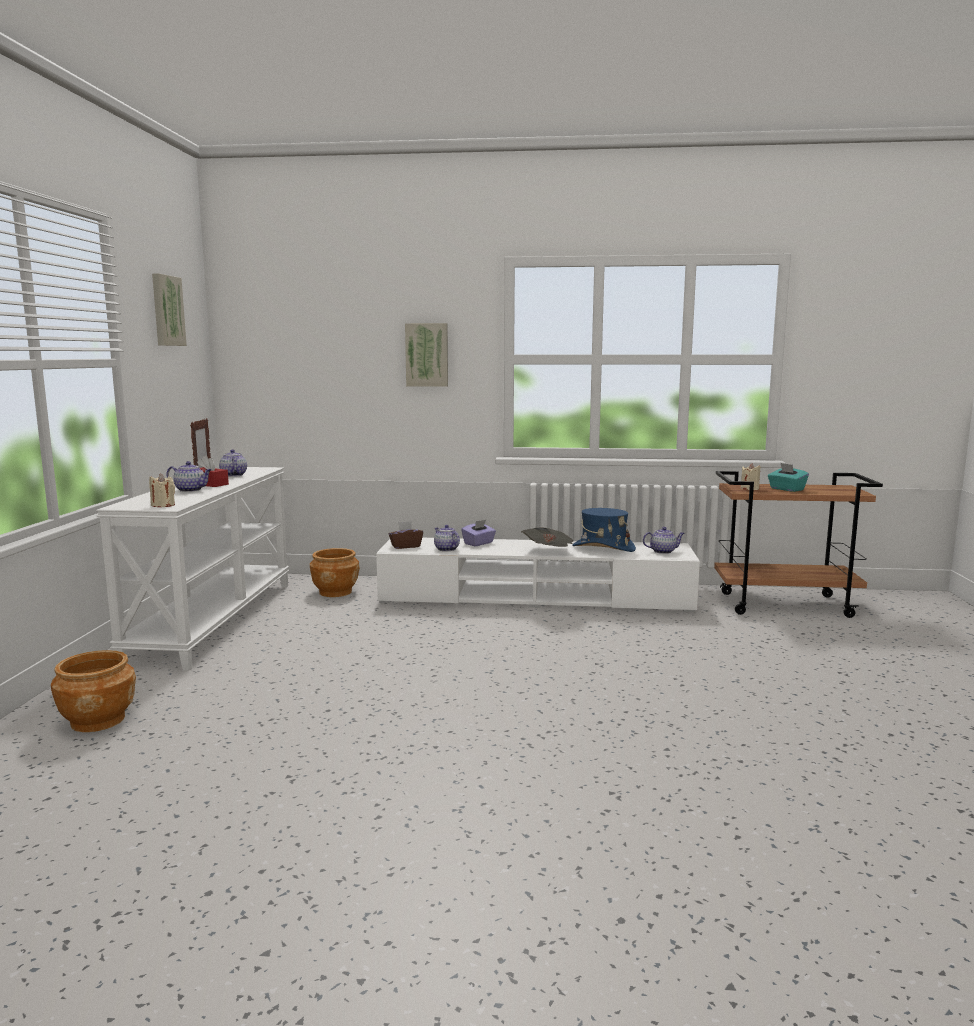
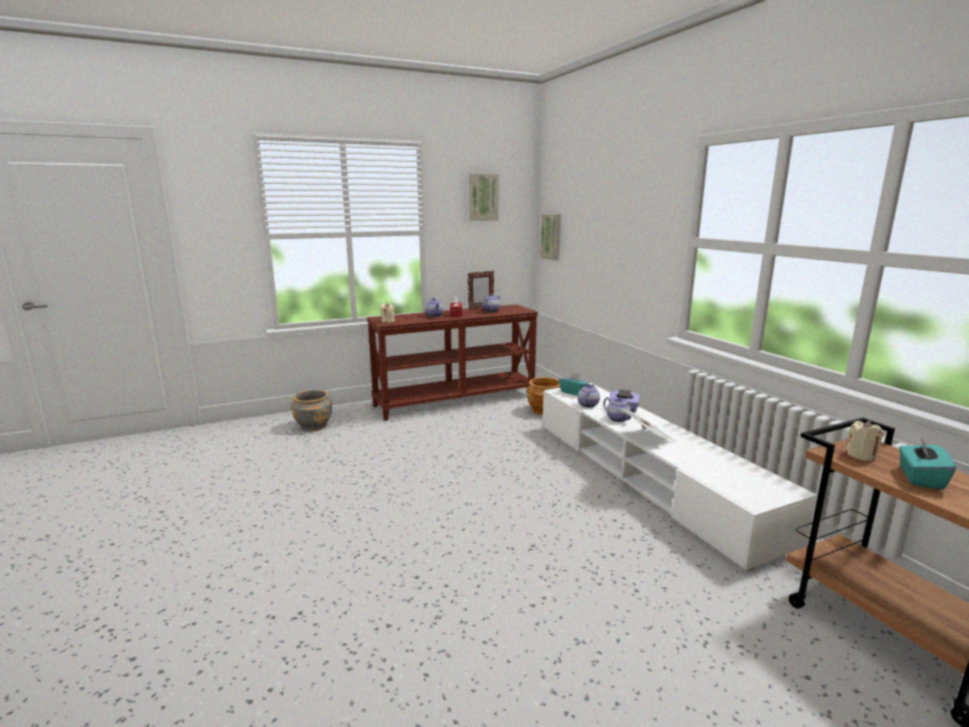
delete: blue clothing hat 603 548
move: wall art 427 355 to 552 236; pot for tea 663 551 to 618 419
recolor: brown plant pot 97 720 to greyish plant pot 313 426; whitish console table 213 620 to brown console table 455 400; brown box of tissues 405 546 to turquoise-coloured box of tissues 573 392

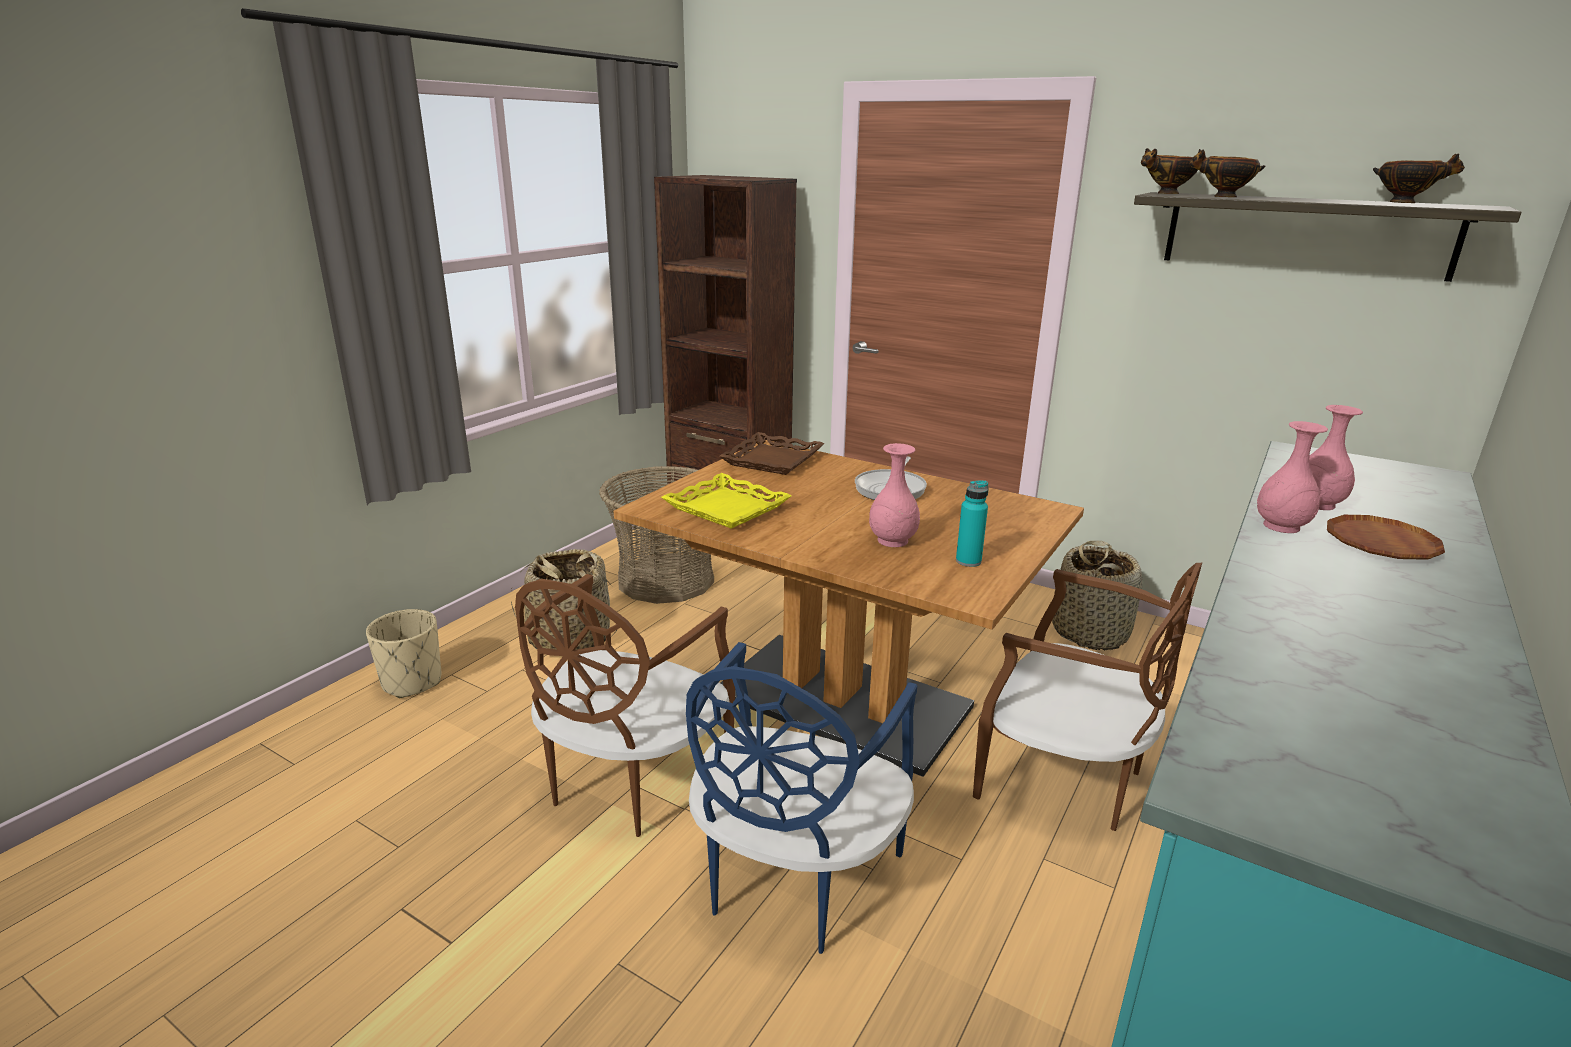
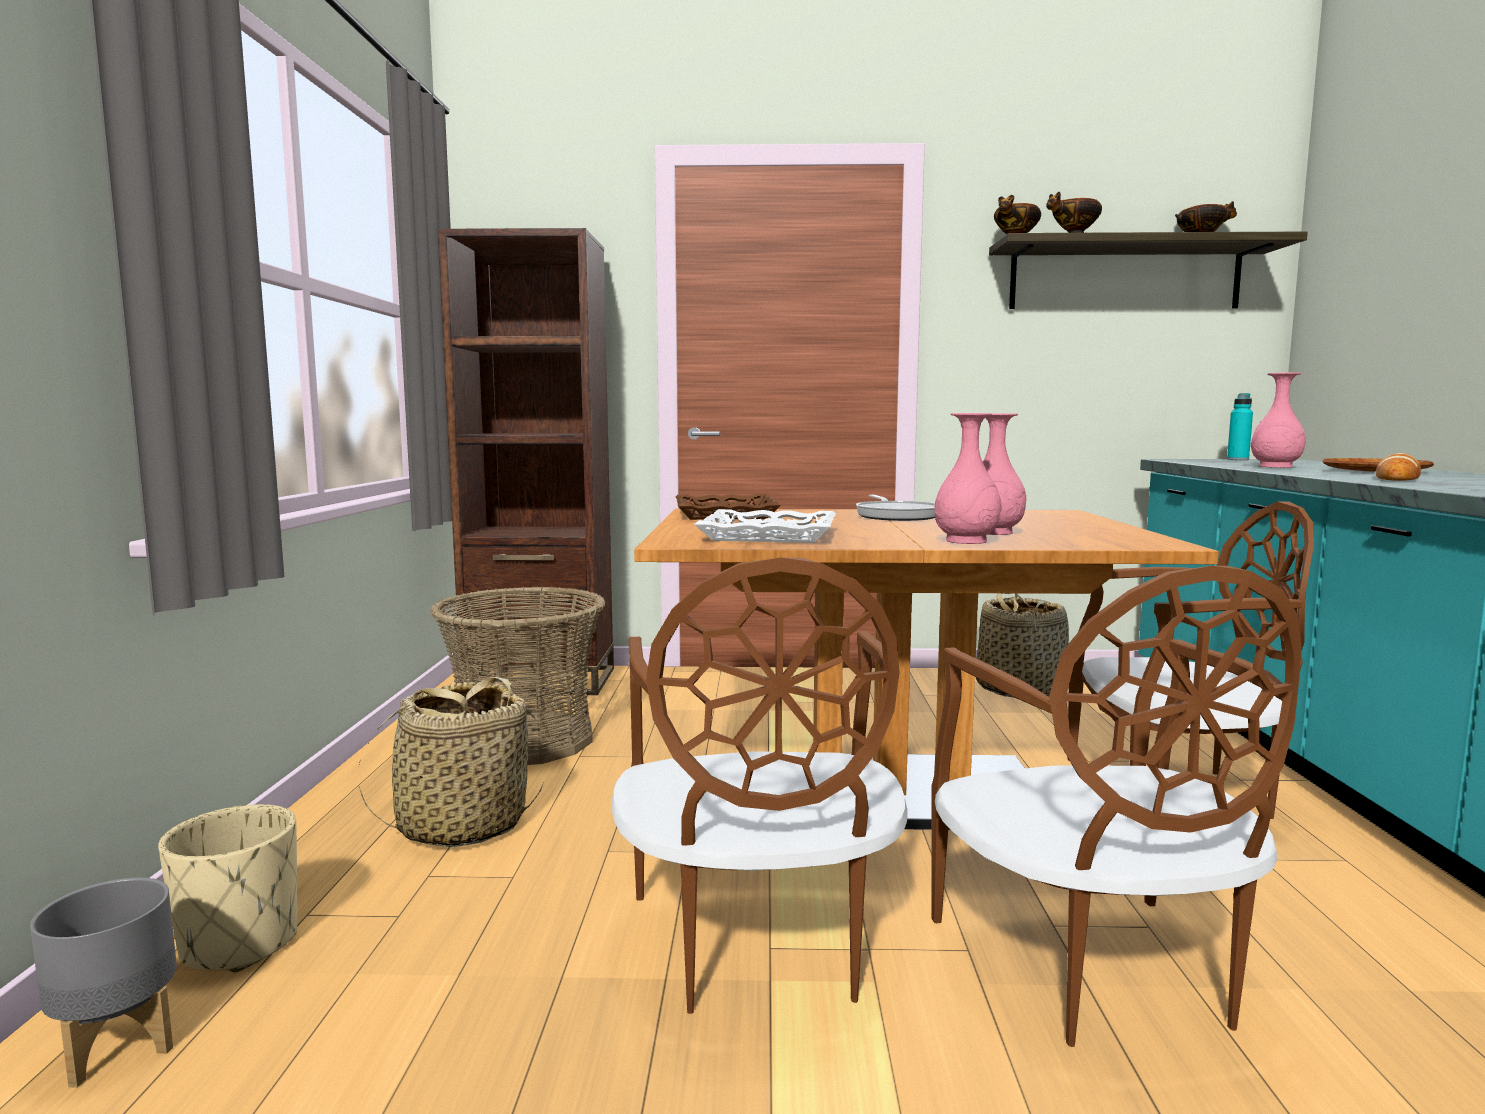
insert: greyish plant pot 120 1046; bakery bread 1397 478
move: pinkish flower vase 1281 527 to 967 541; turquoise-coloured beverage bottle 968 561 to 1237 459
recolor: yellowish tray 726 508 to whitish tray 768 535; blue plain chair 793 879 to brown plain chair 1093 969

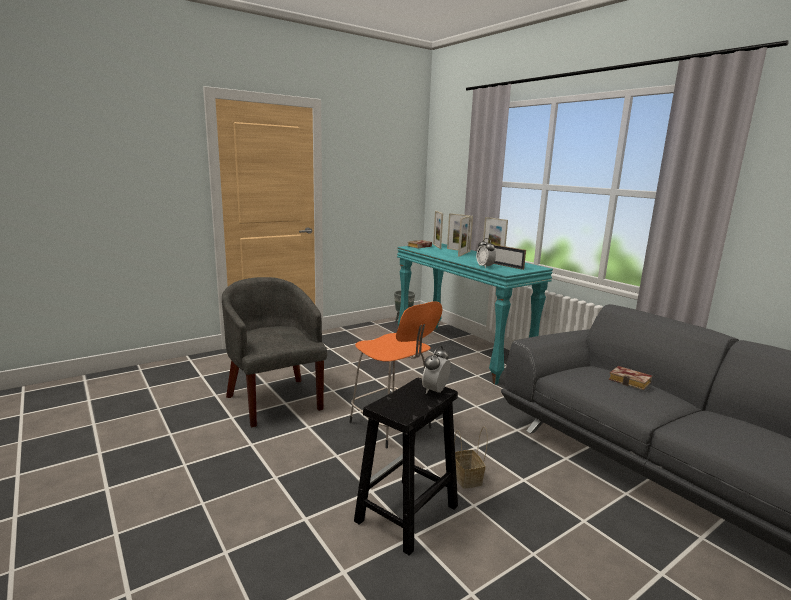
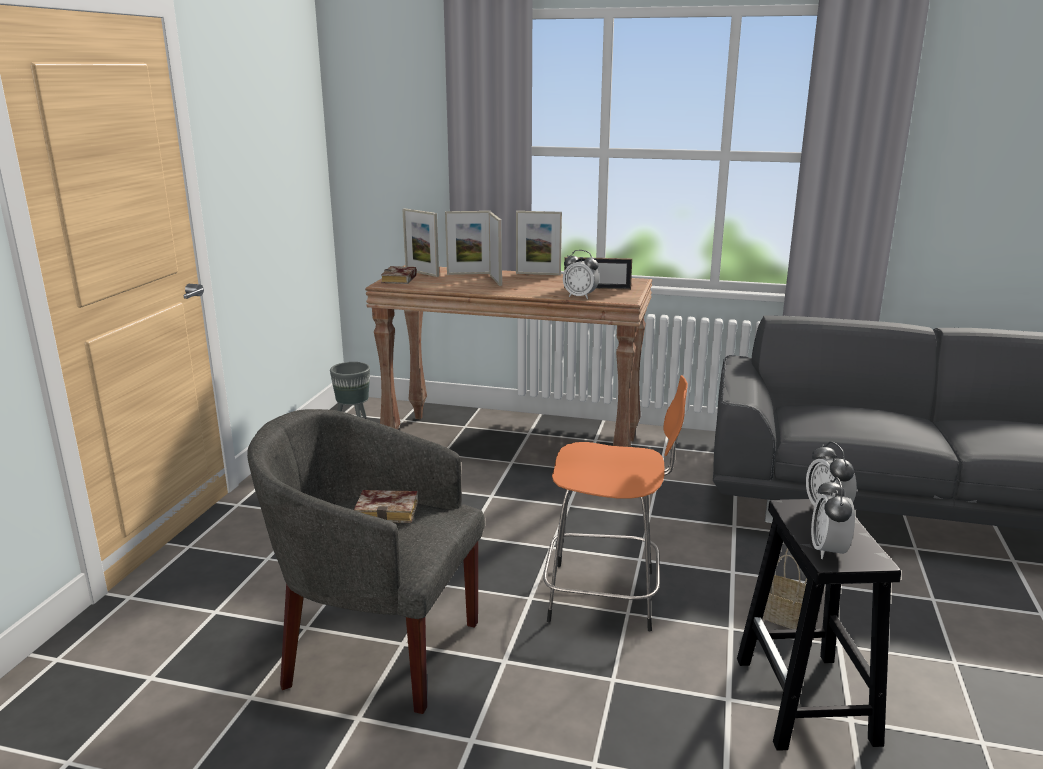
insert: alarm clock 828 551
move: volume 631 381 to 389 511
recolor: turquoise-coloured console table 462 353 to brown console table 513 443

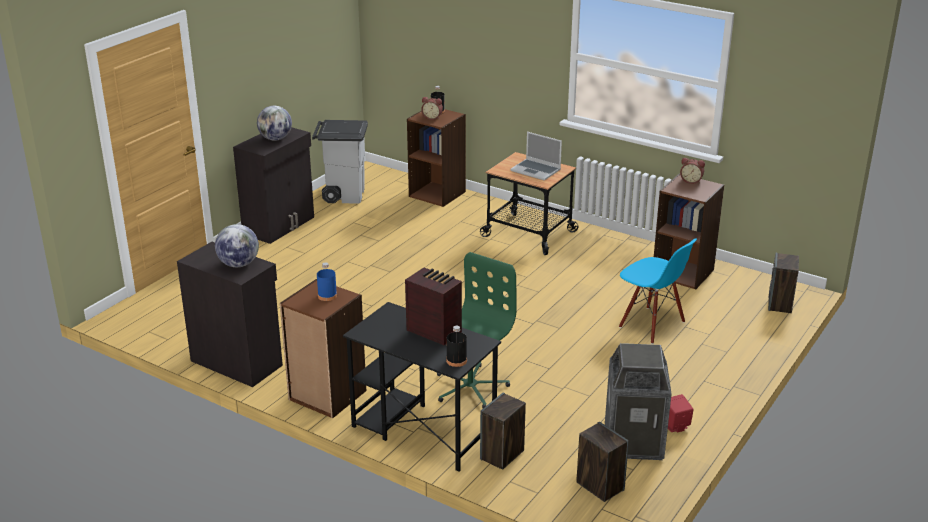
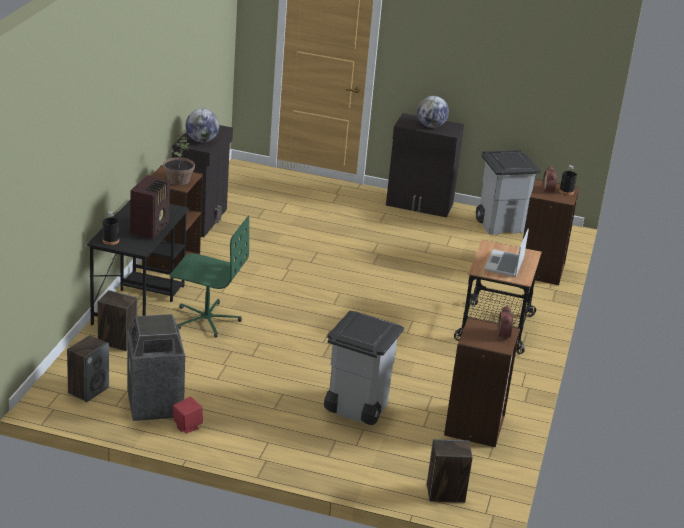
replace: blue beverage bottle 327 296 to potted plant 178 180; blue plain chair 651 325 to greyish waste bin 355 408

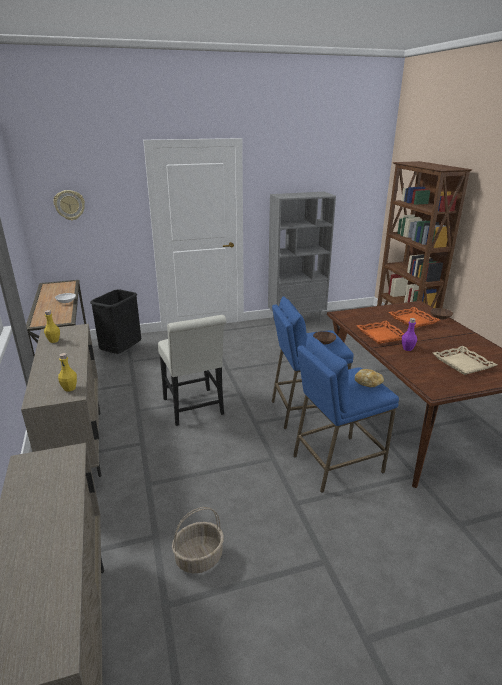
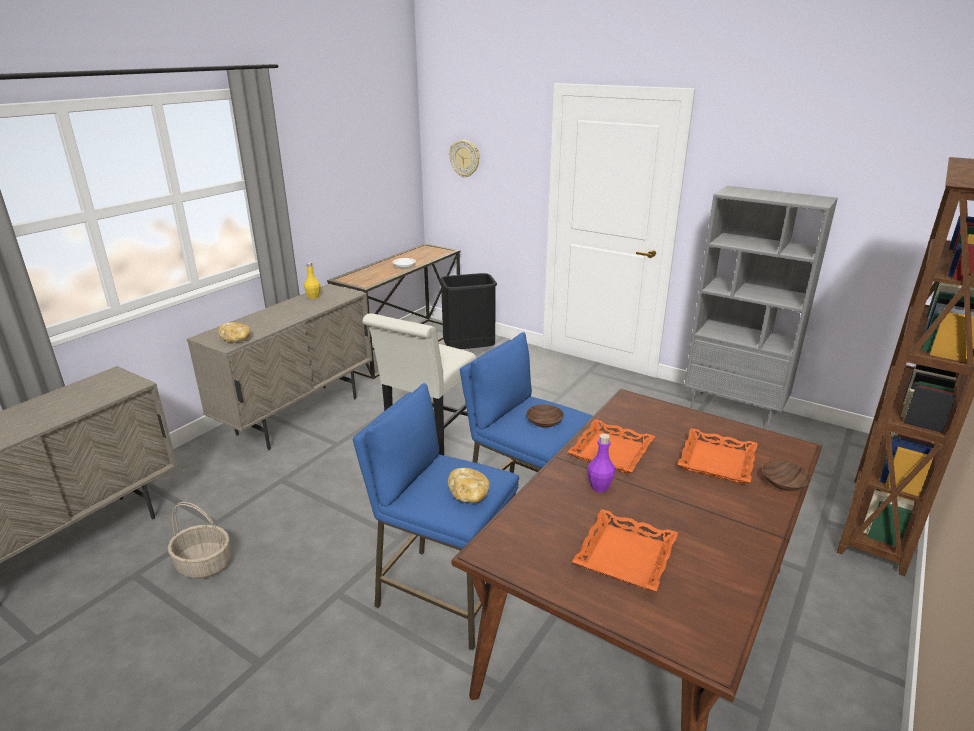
replace: yellowish beverage bottle 69 388 to bakery bread 236 339
recolor: beige-coloured tray 462 364 to orange-coloured tray 624 555

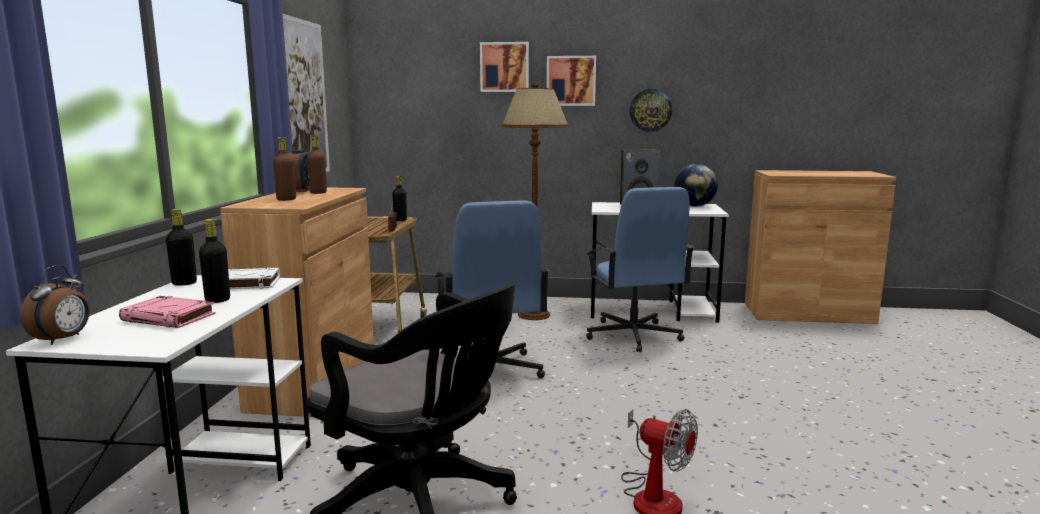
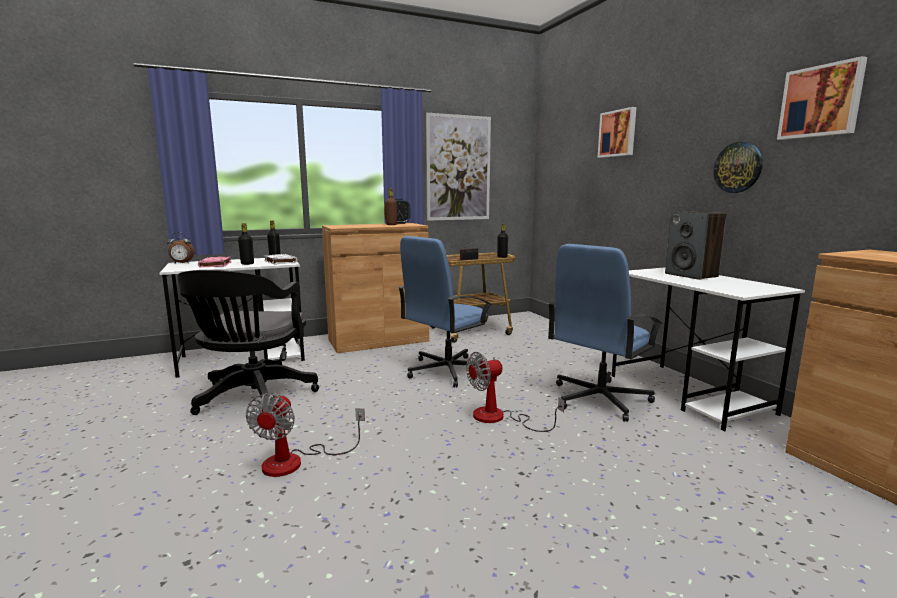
delete: brown beverage bottle 286 199; brown standing lamp 534 315; globe 694 206
insert: electric fan 499 418
move: wall art 571 81 to 821 101

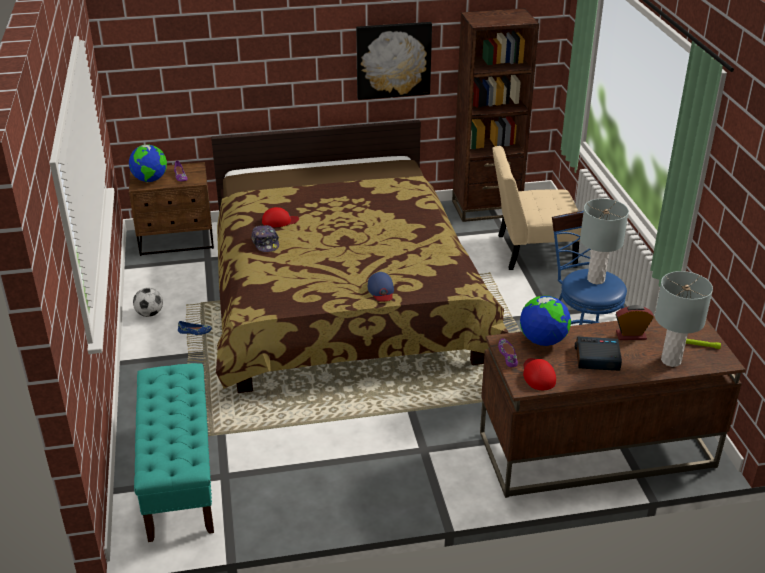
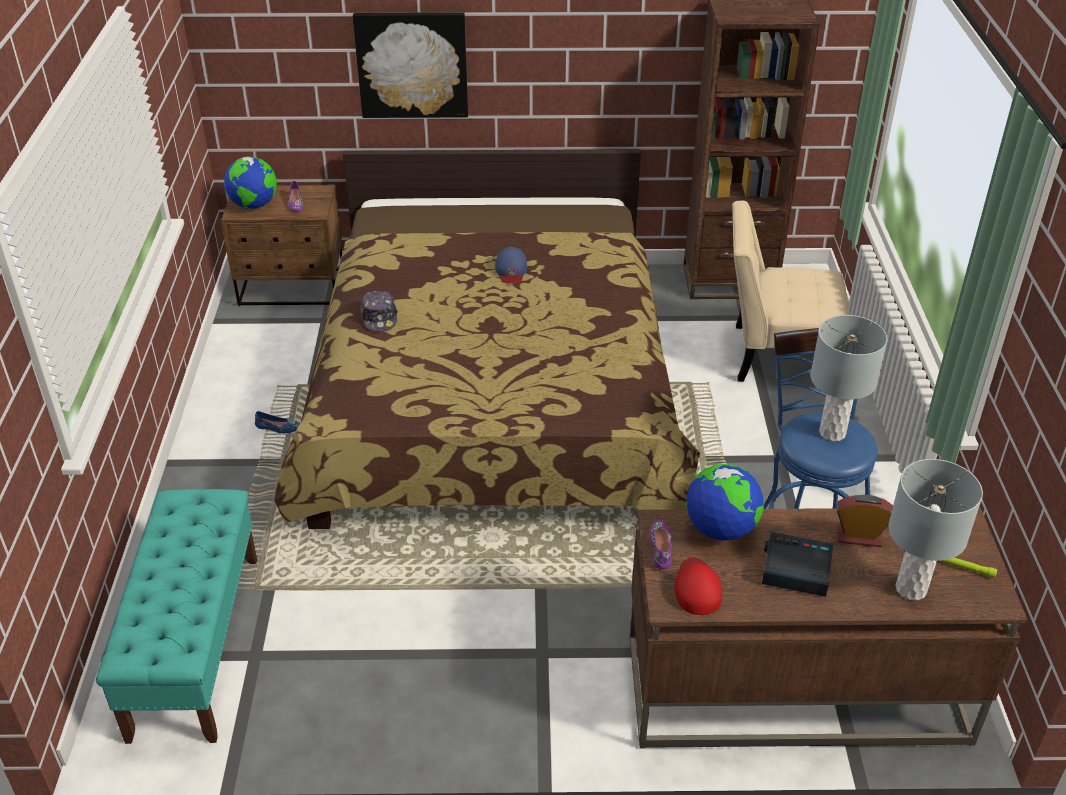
delete: football ball 149 314; reddish peaked cap 279 221
move: wall art 393 60 to 412 64; blue peaked cap 381 290 to 511 270

